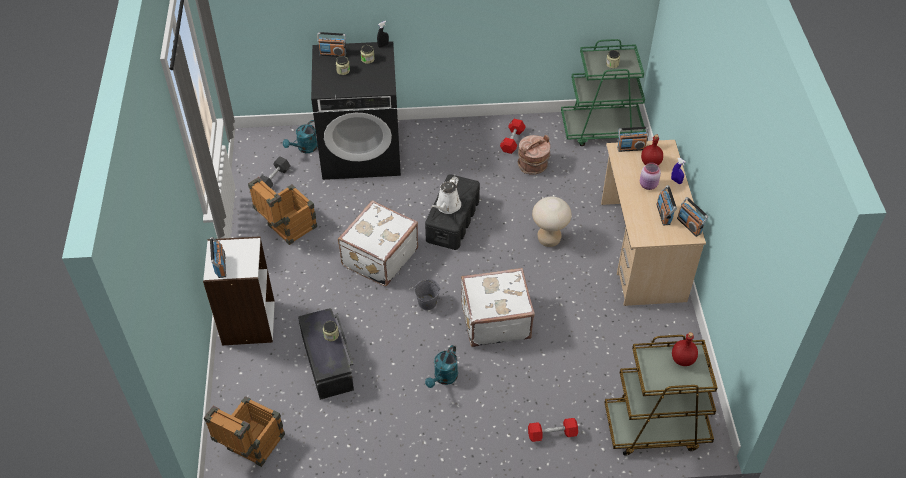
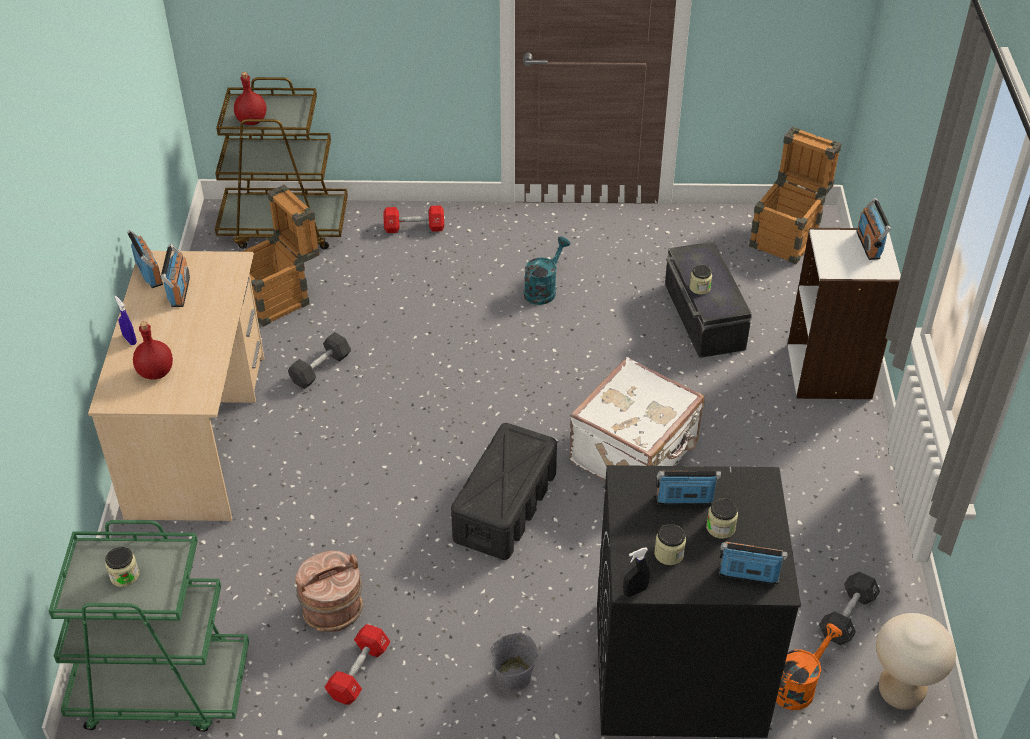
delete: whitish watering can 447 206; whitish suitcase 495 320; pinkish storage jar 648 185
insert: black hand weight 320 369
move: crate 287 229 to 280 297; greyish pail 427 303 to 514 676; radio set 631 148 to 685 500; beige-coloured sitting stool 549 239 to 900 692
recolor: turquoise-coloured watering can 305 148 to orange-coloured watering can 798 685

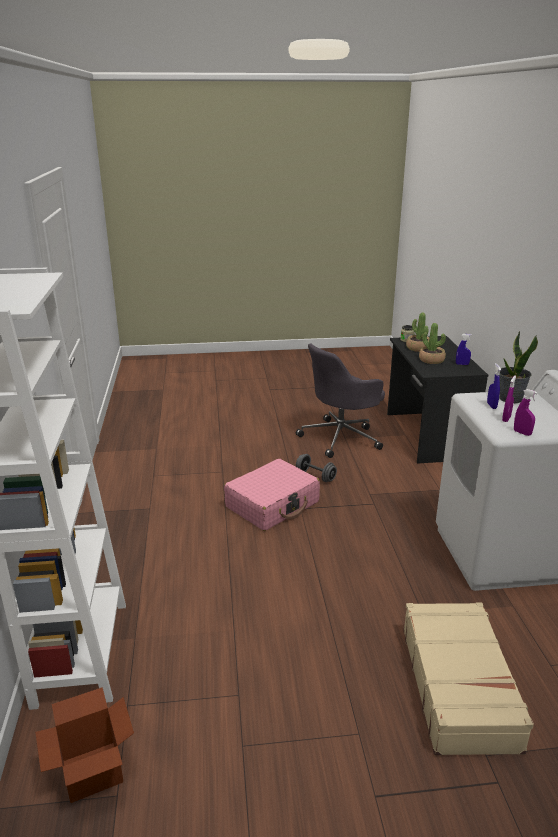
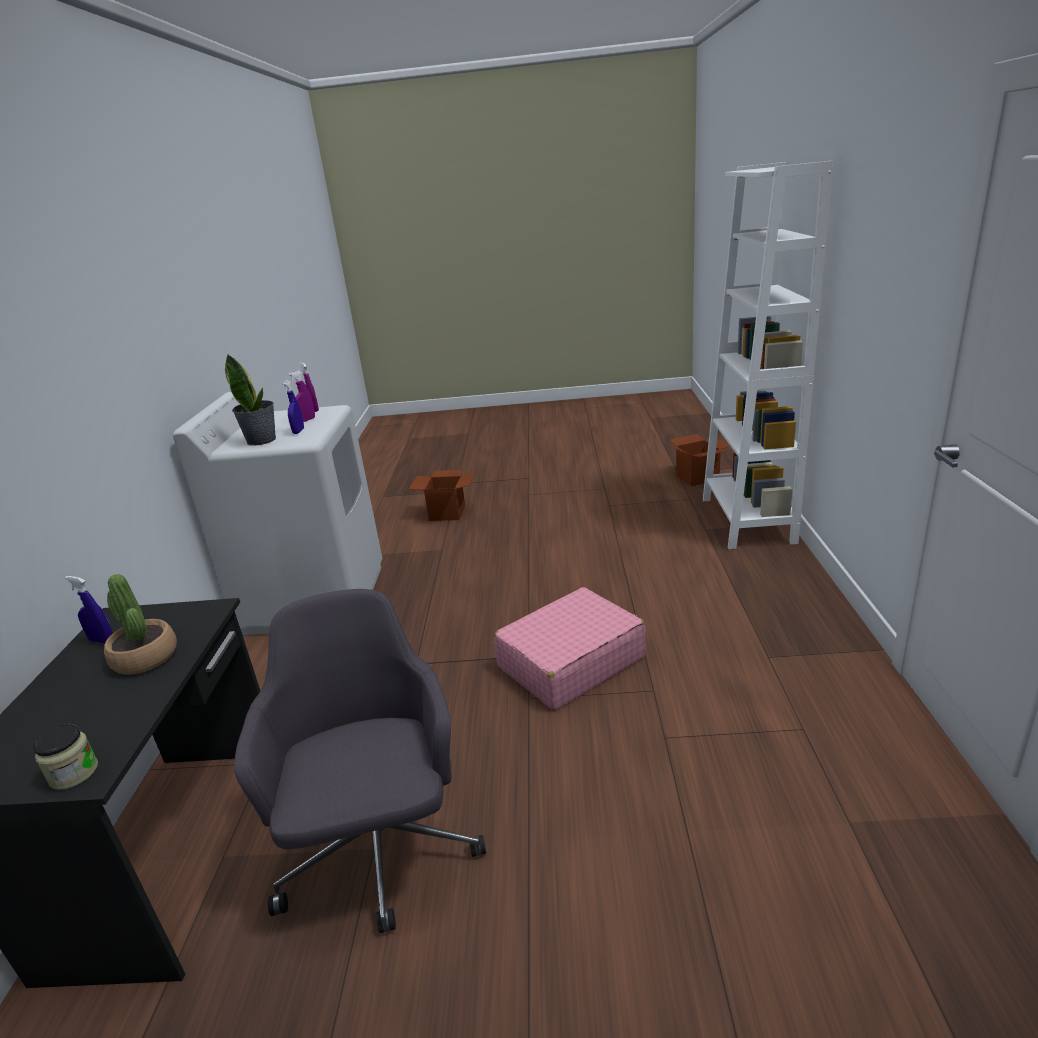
delete: greyish hand weight 315 476; potted plant 418 348
replace: beige-coloured suitcase 459 686 to packing box 447 513
rotate: greyish desk chair 341 437 = 381 851 75 degrees counterclockwise

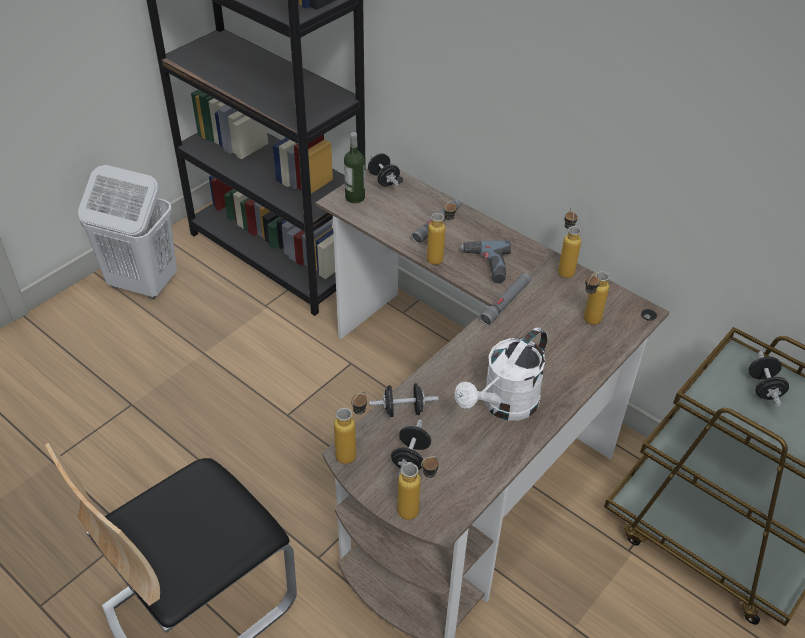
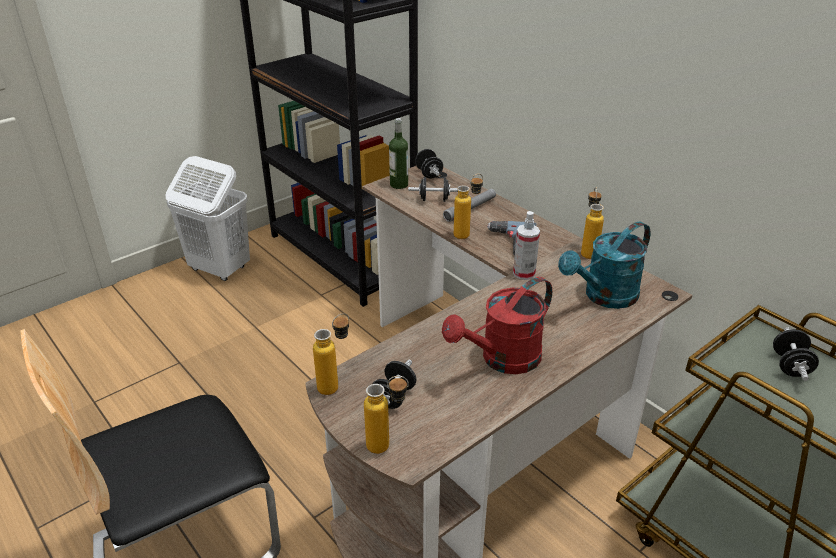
move: black hand weight 403 410 to 434 200
replace: greyish torch 506 302 to spray bottle 524 273; beverage bottle 587 323 to turquoise-coloured watering can 604 297
recolor: whitish watering can 504 405 to reddish watering can 502 360

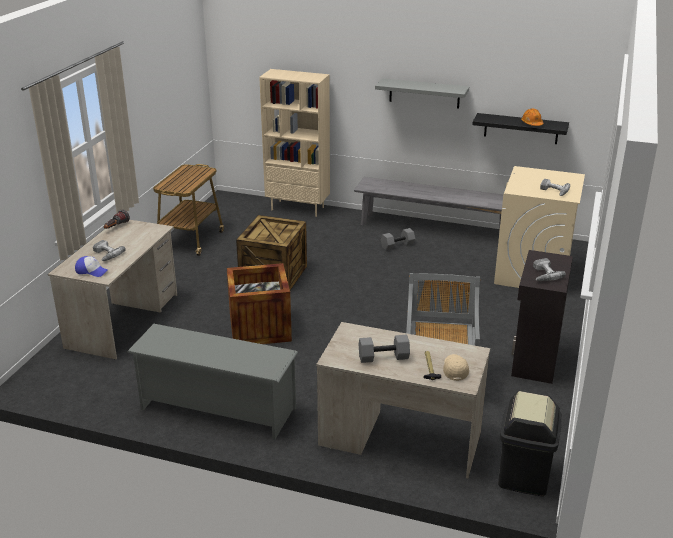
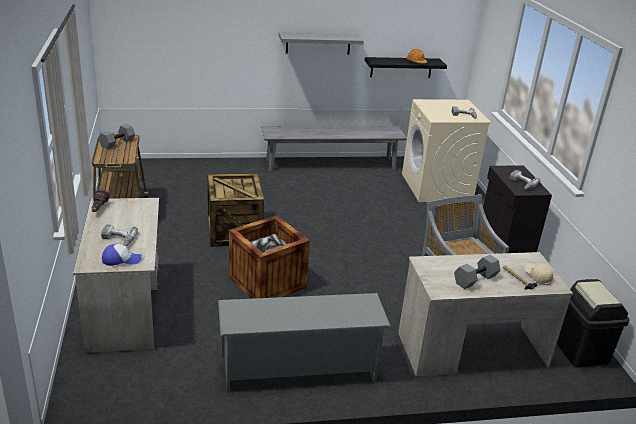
delete: beige-coloured shelving unit 298 208
move: greyish hand weight 397 245 to 117 143

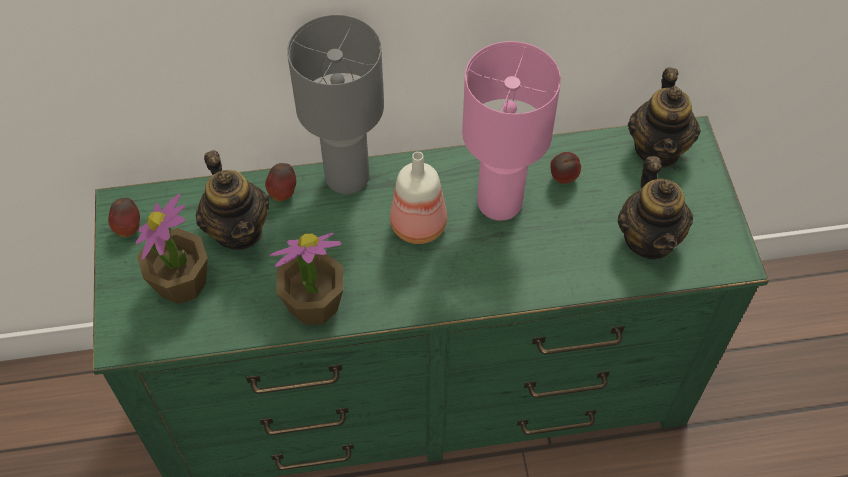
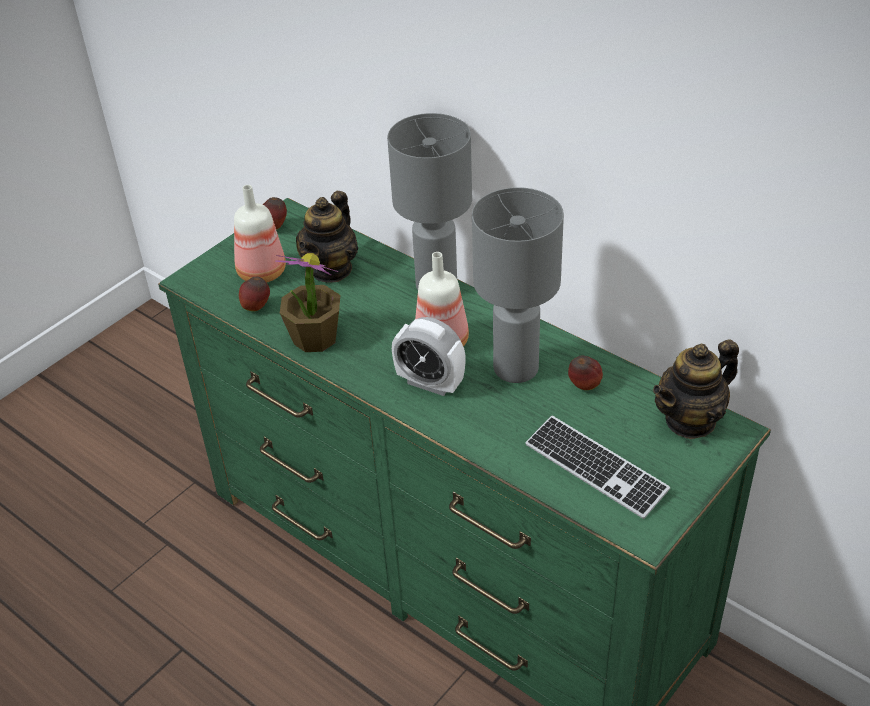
insert: alarm clock 430 383
move: whole apple 283 193 to 256 307
replace: potted plant 182 283 to beverage bottle 261 274; pot for tea 649 238 to PC keyboard 595 468
recolor: pinkish lamp for a table 499 201 to greyish lamp for a table 516 367

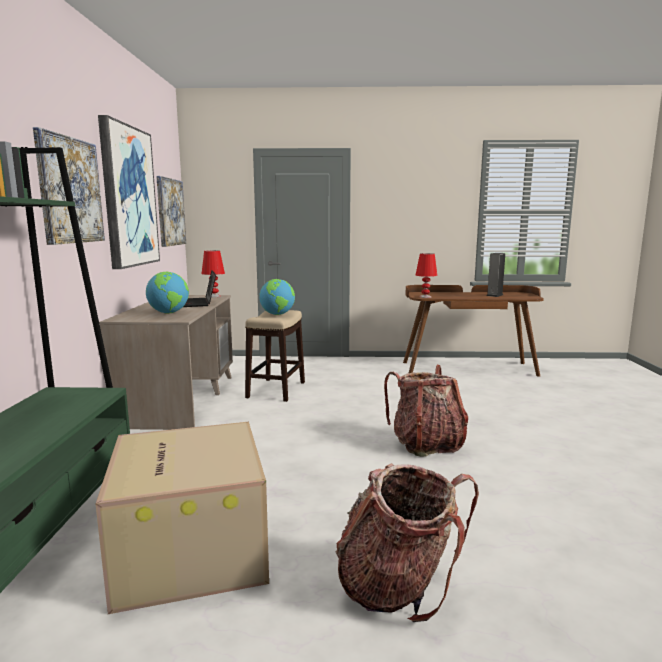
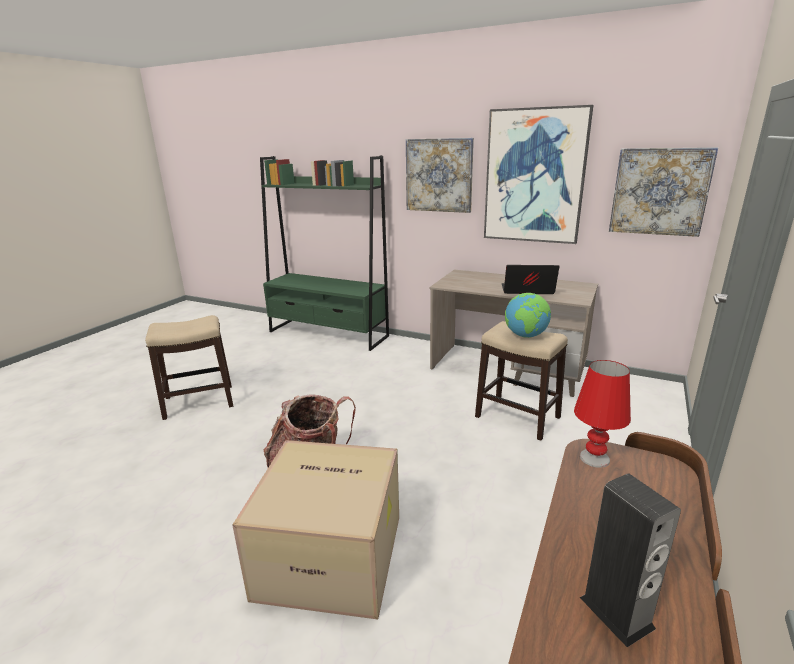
delete: globe 169 313; reddish lamp for a table 214 296
move: packing box 189 549 to 333 554
replace: backpack 399 586 to sitting stool 198 402

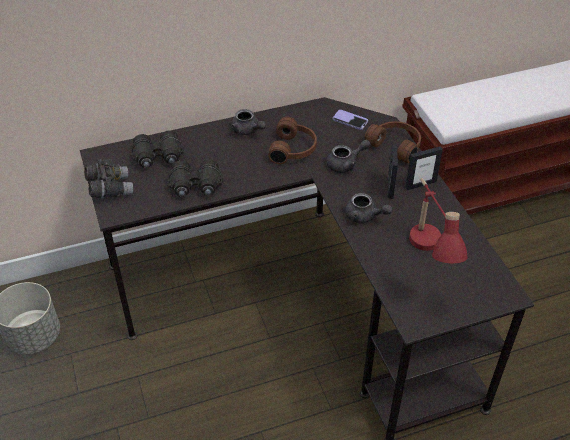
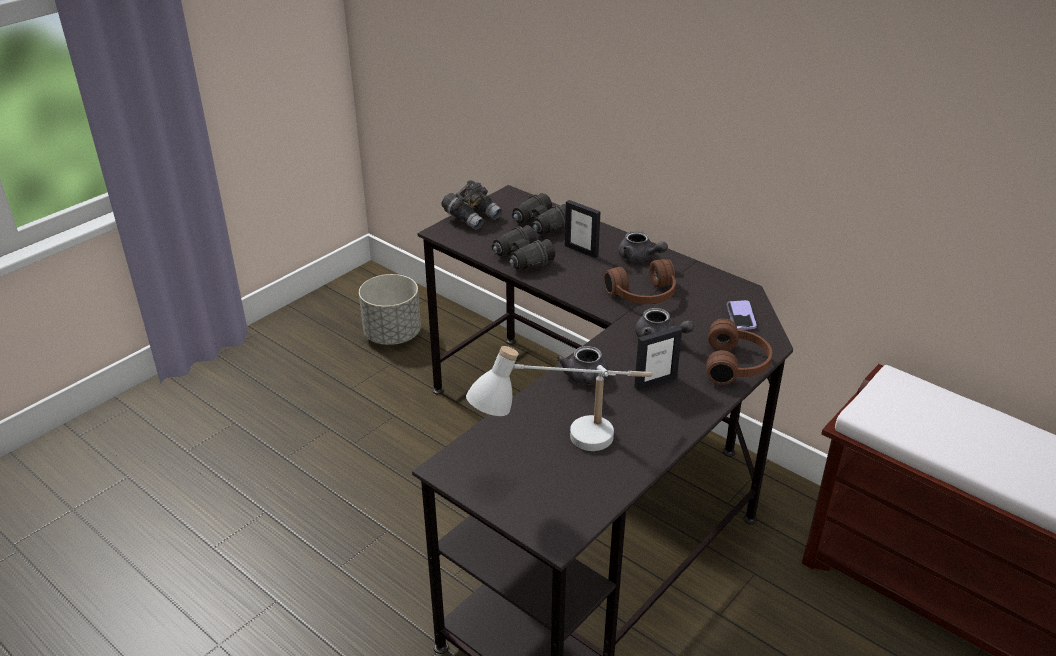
move: standing frame 420 184 to 581 251
recolor: reddish lamp for a table 428 256 to whitish lamp for a table 564 448
rotate: greyish pot for tea 247 131 = 639 258 60 degrees counterclockwise

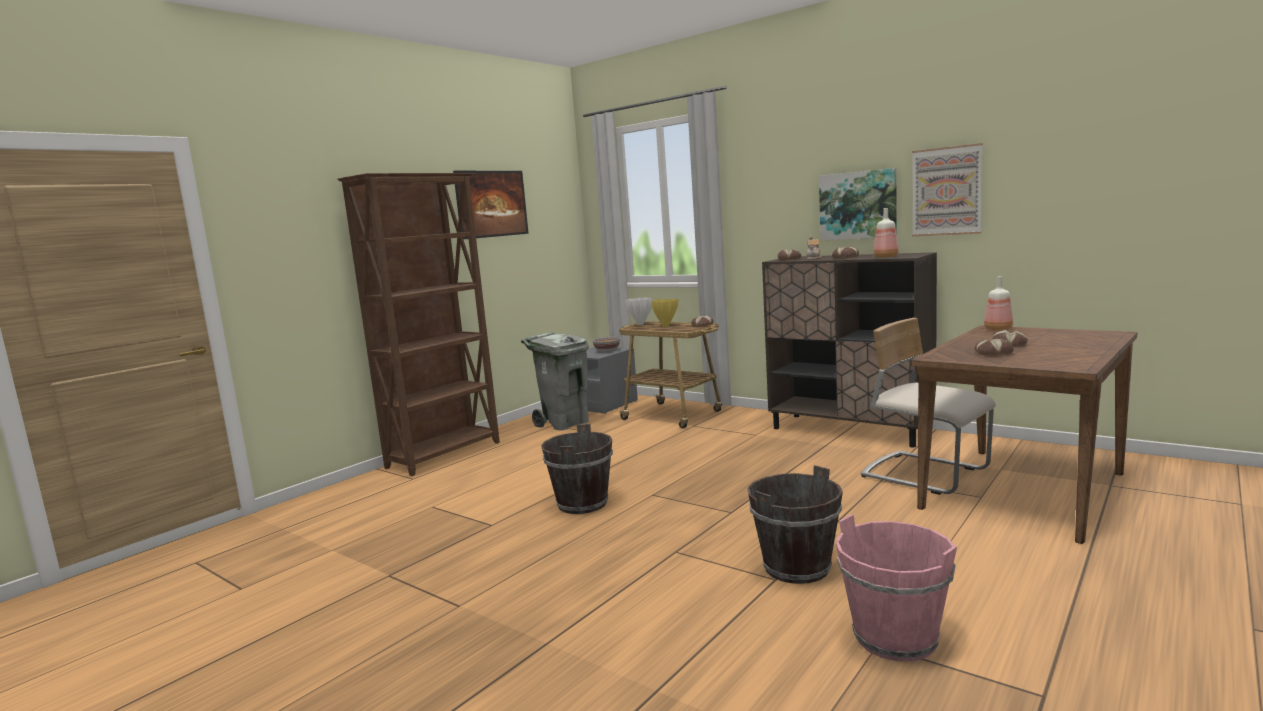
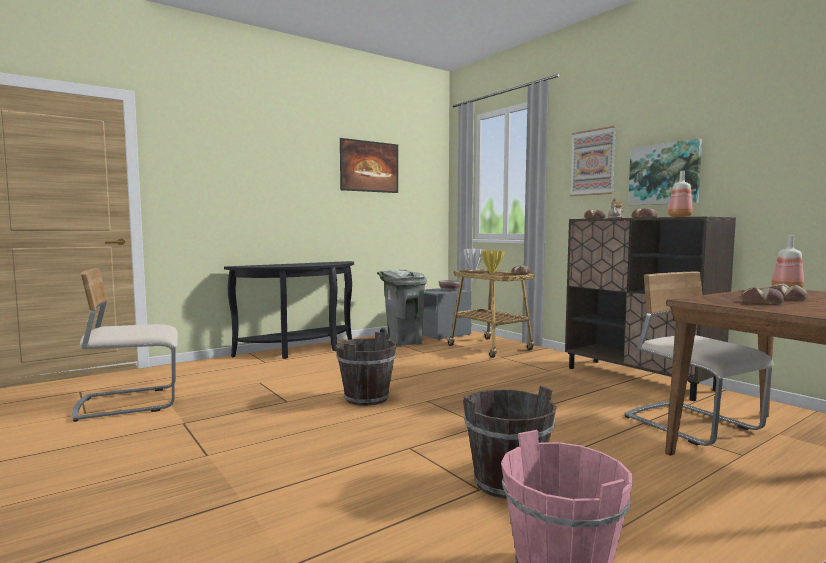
insert: beige-coloured plain chair 129 403
move: wall art 946 191 to 593 162
replace: brown shelving unit 445 455 to black console table 301 351

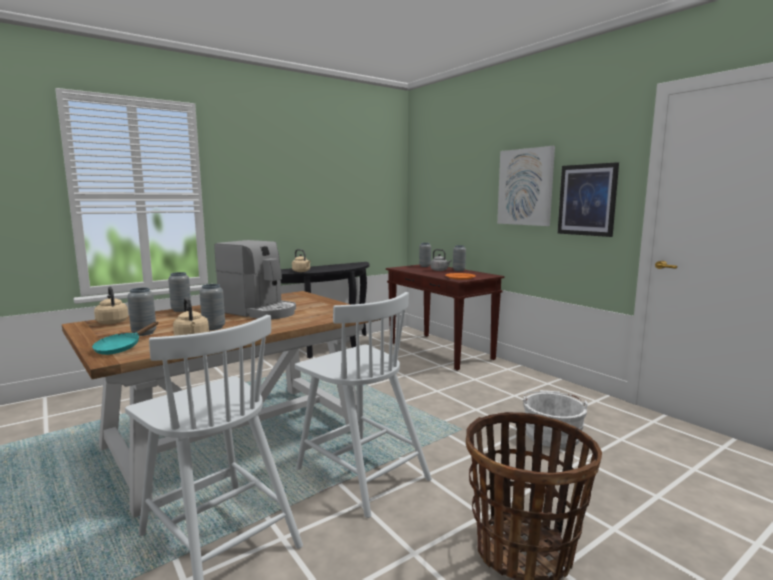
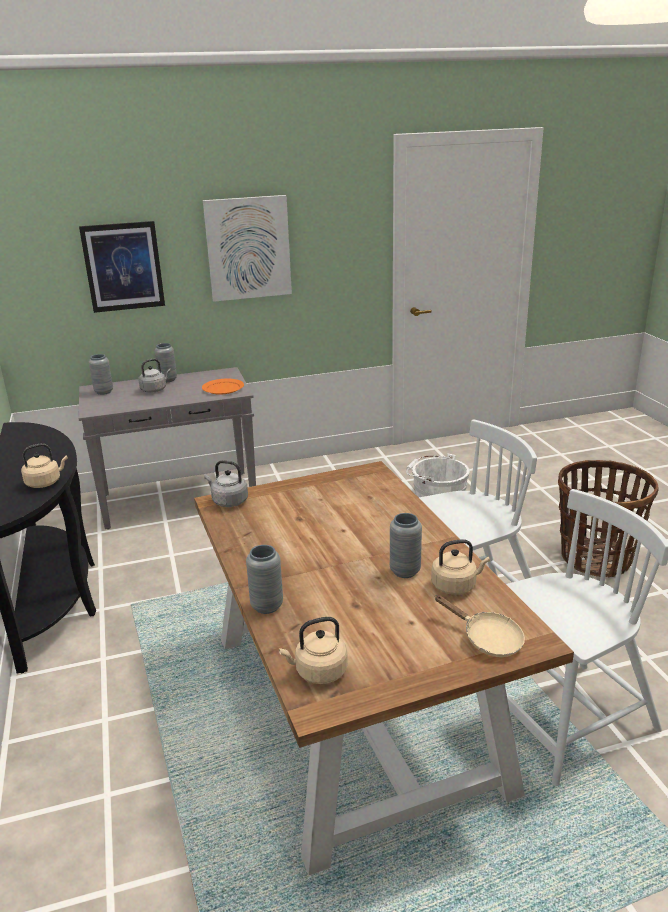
delete: greyish flower vase 144 333; coffee maker 260 311
insert: greyish water kettle 228 501
move: wall art 587 200 to 123 266
recolor: brown console table 441 351 to greyish console table 180 499; turquoise-coloured pan 121 348 to beige-coloured pan 487 639

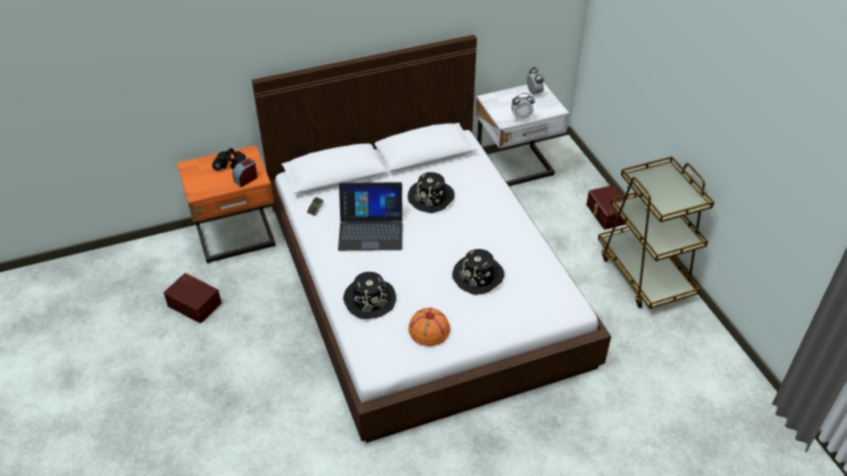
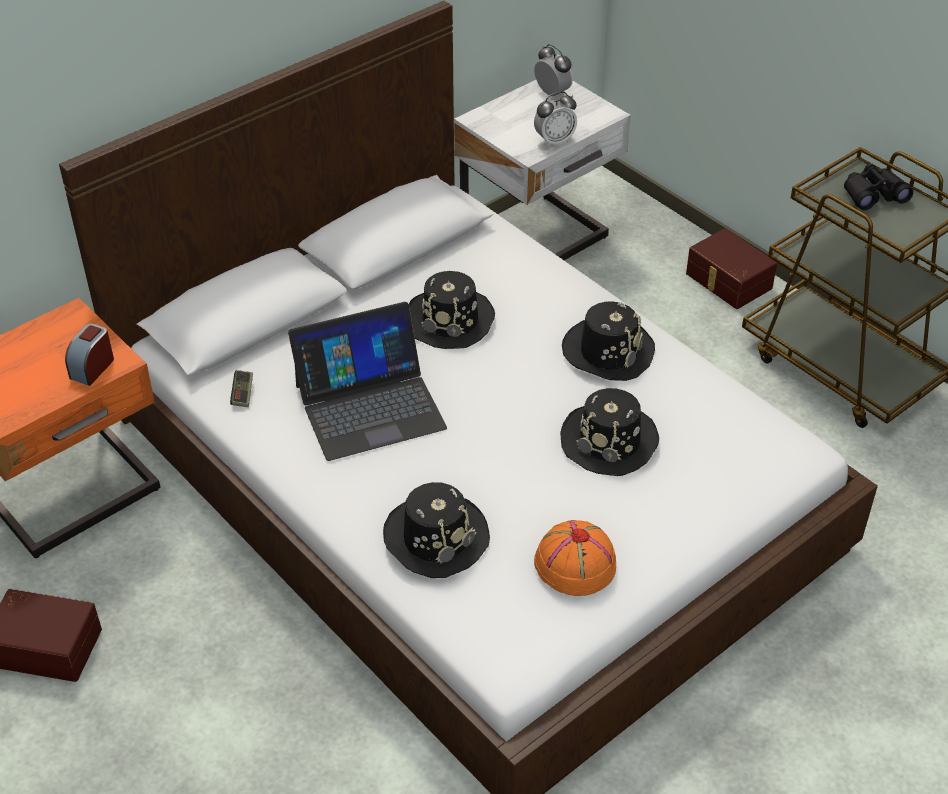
insert: black clothing hat 608 351
move: black field glasses 231 164 to 873 195

